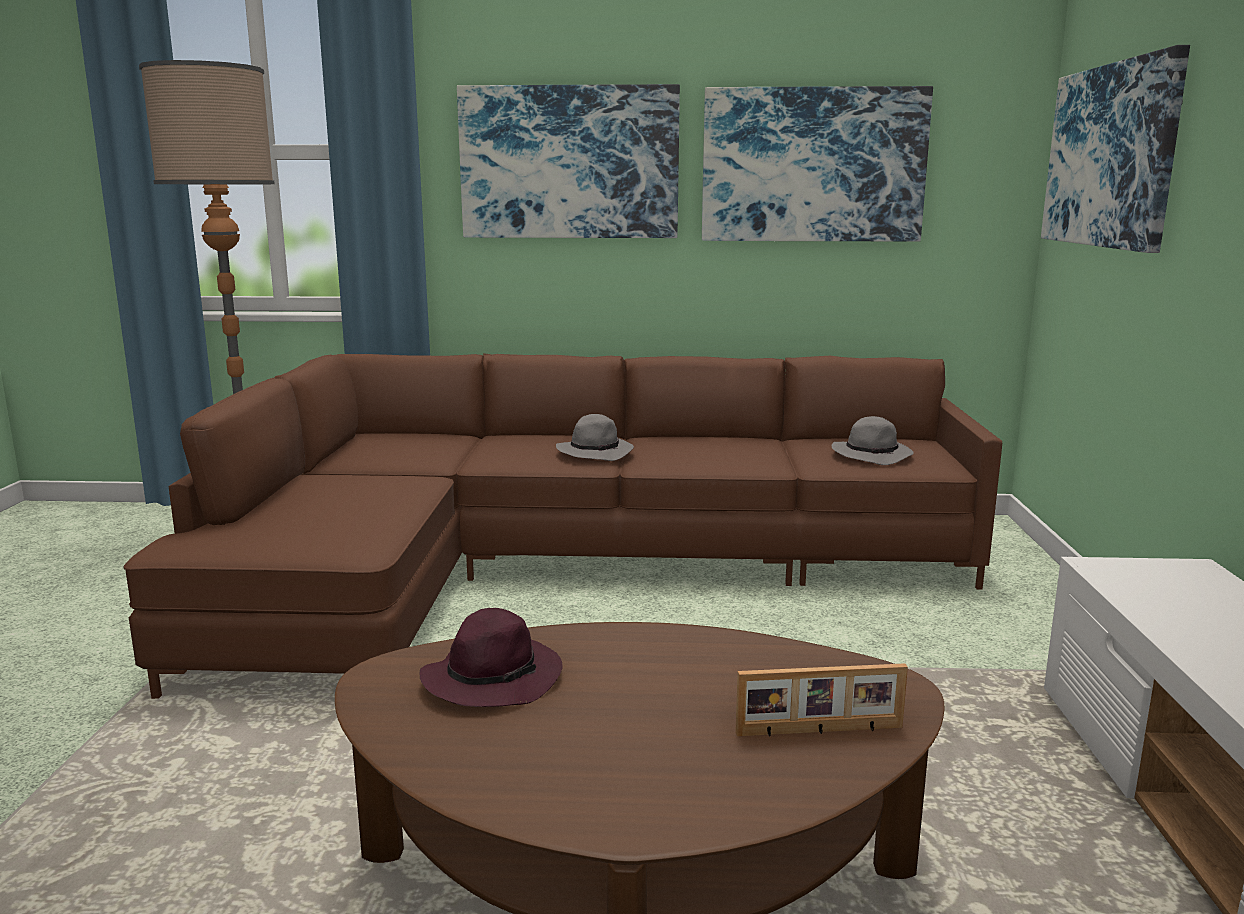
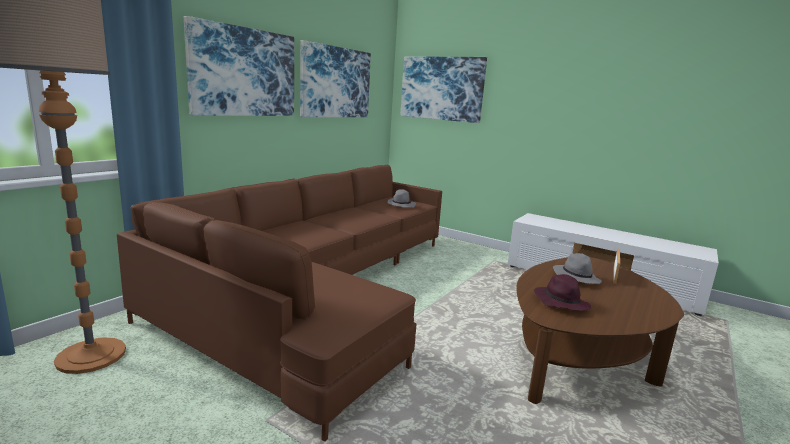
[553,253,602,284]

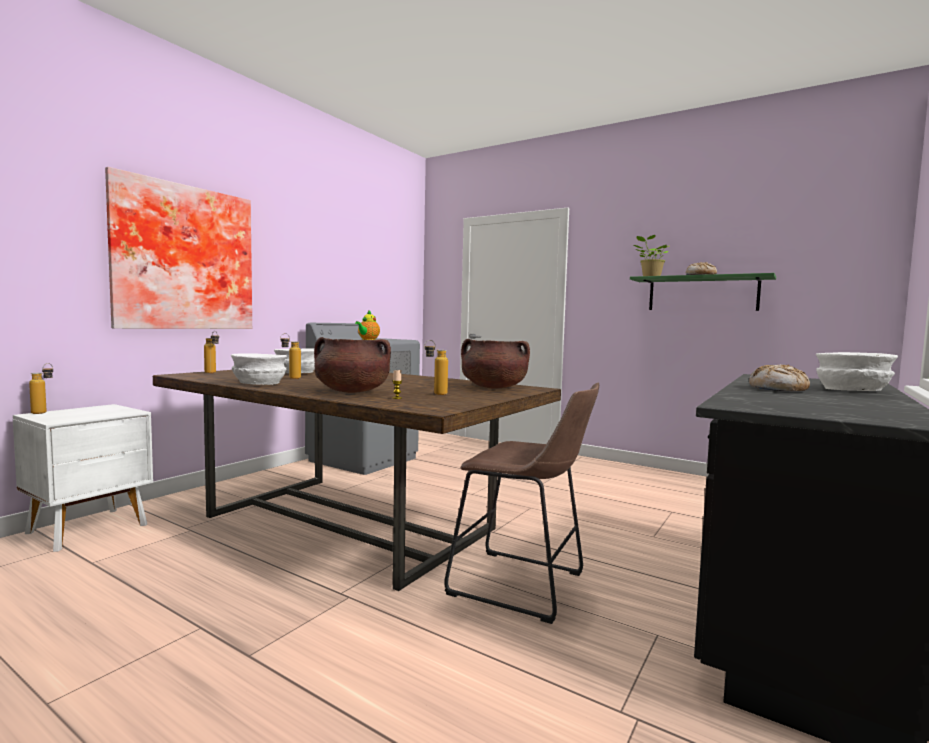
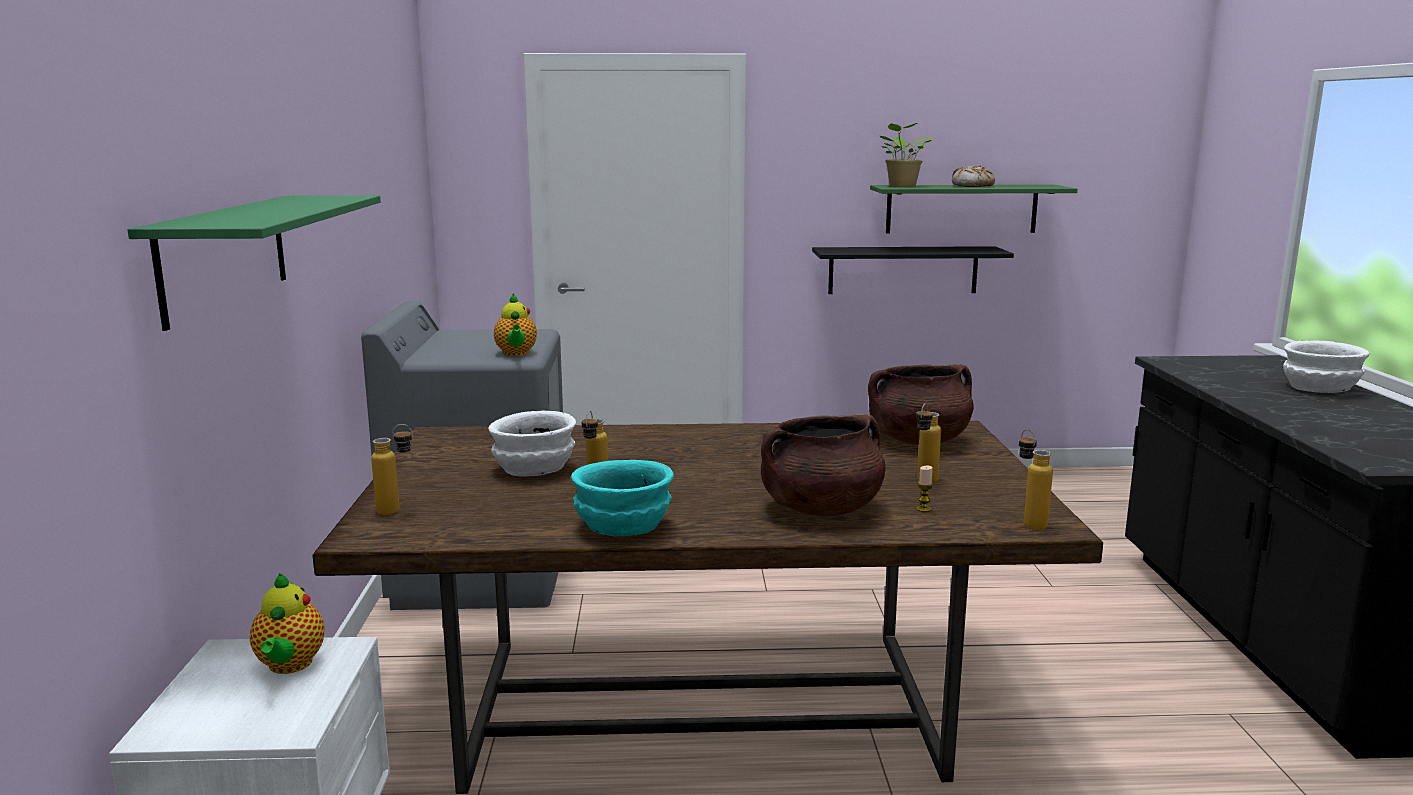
[128,195,381,331]
[571,460,674,537]
[1019,429,1053,530]
[749,364,810,391] (first image)
[444,383,599,624] (first image)
[812,246,1014,294]
[250,573,324,674]

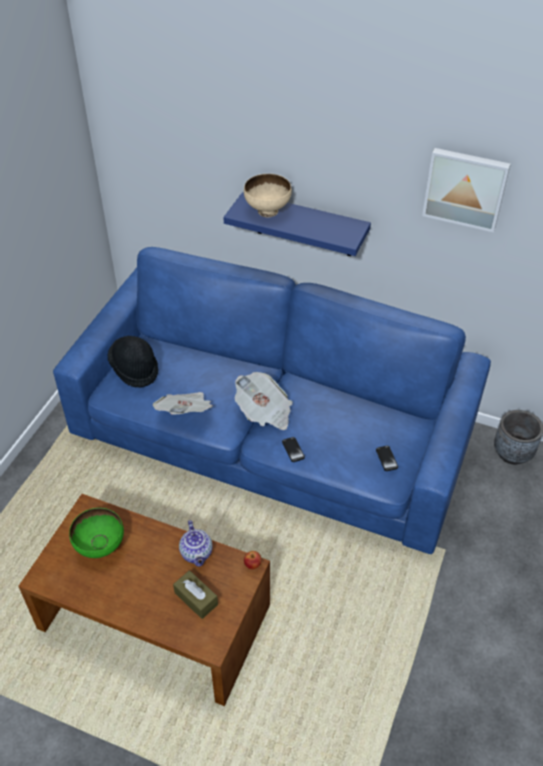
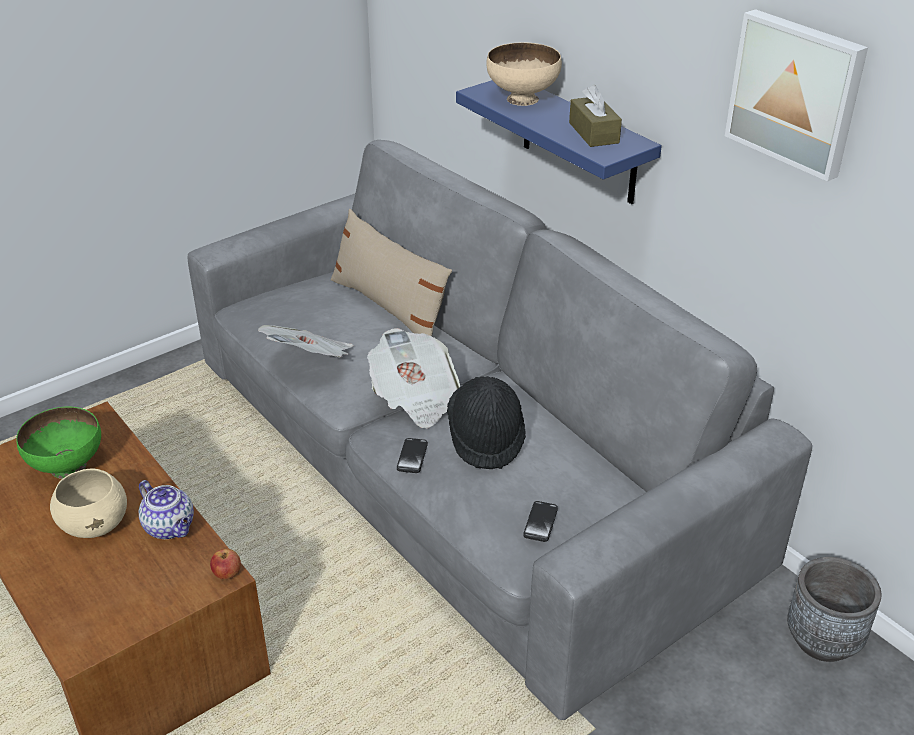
[187,140,812,720]
[447,376,526,469]
[139,480,194,539]
[569,85,622,147]
[330,209,452,336]
[50,468,127,538]

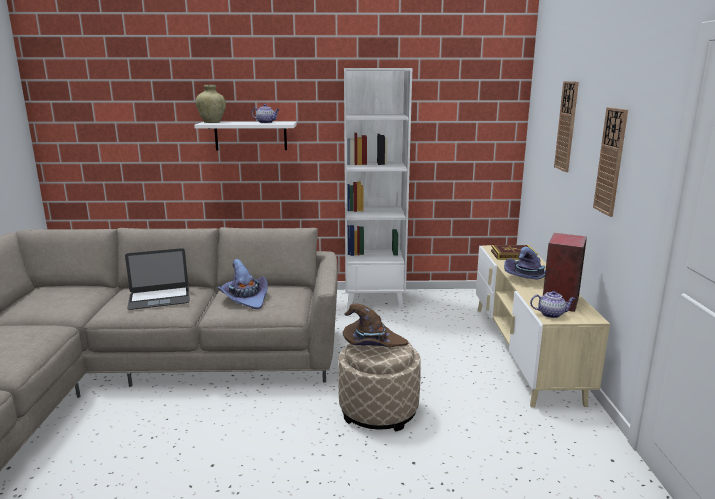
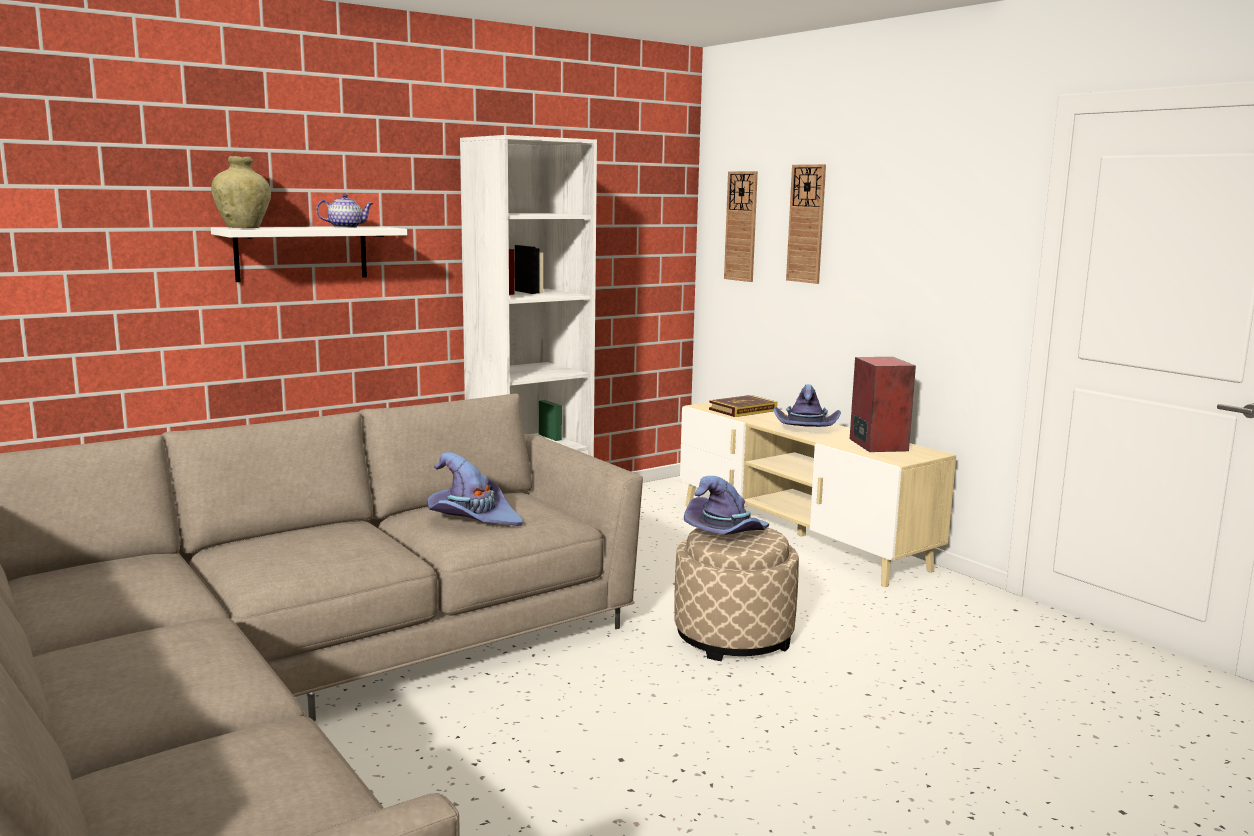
[724,171,758,282]
[125,248,190,310] (first image)
[530,291,576,318] (first image)
[684,476,769,535]

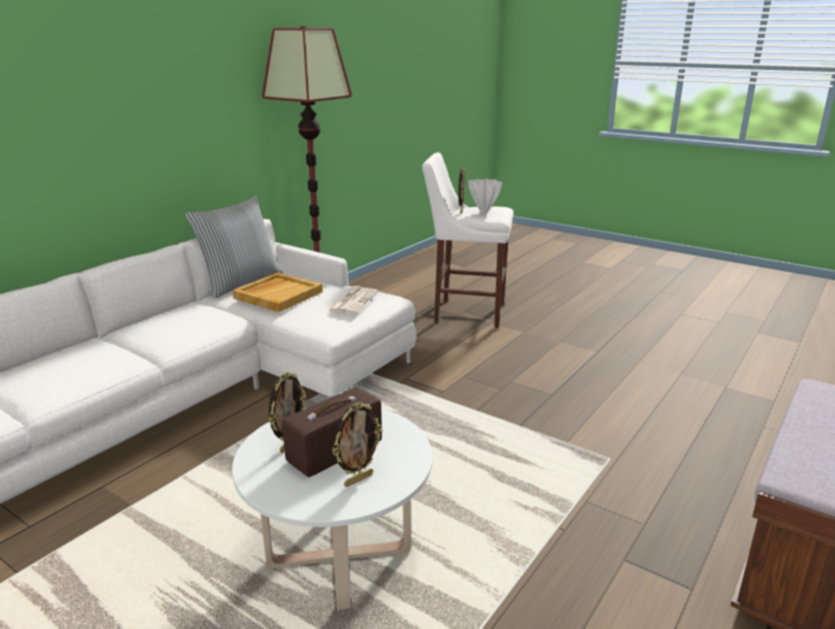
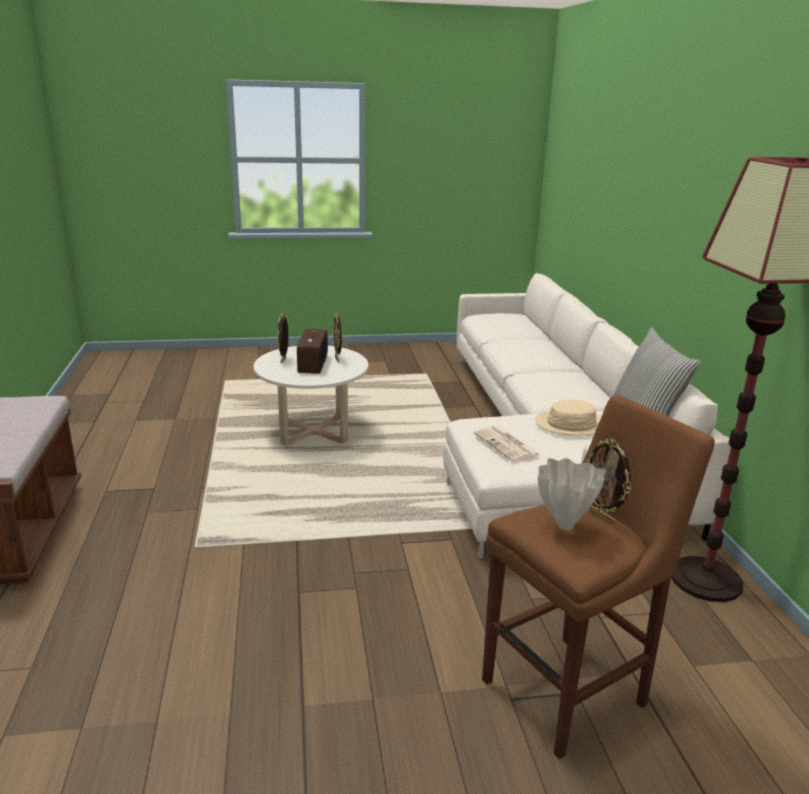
[482,395,715,759]
[536,400,602,436]

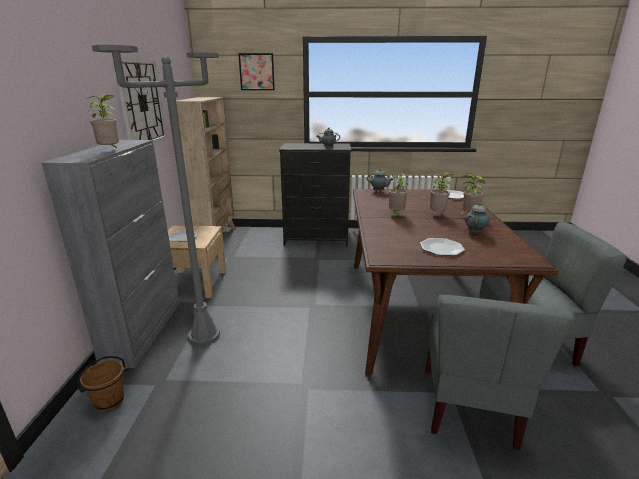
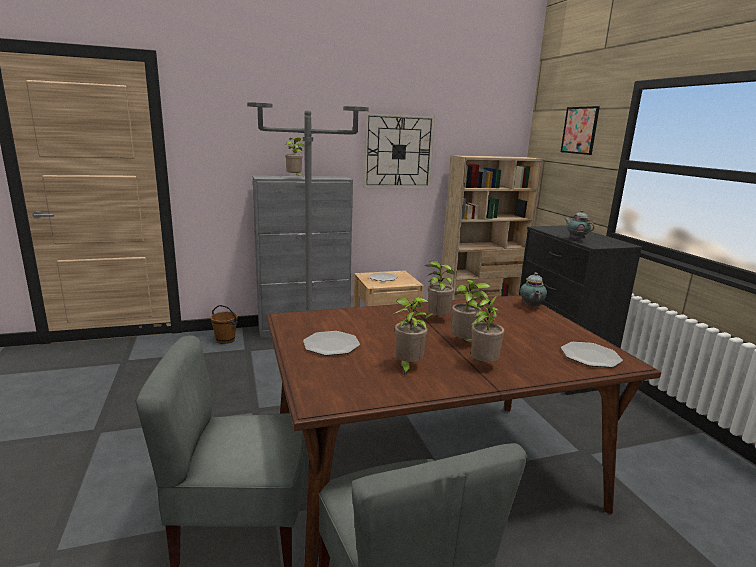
[394,297,429,375]

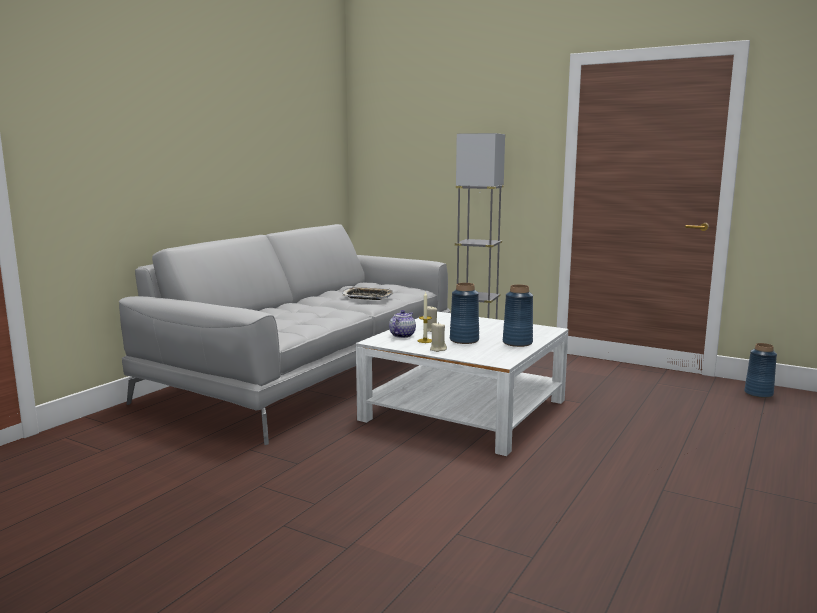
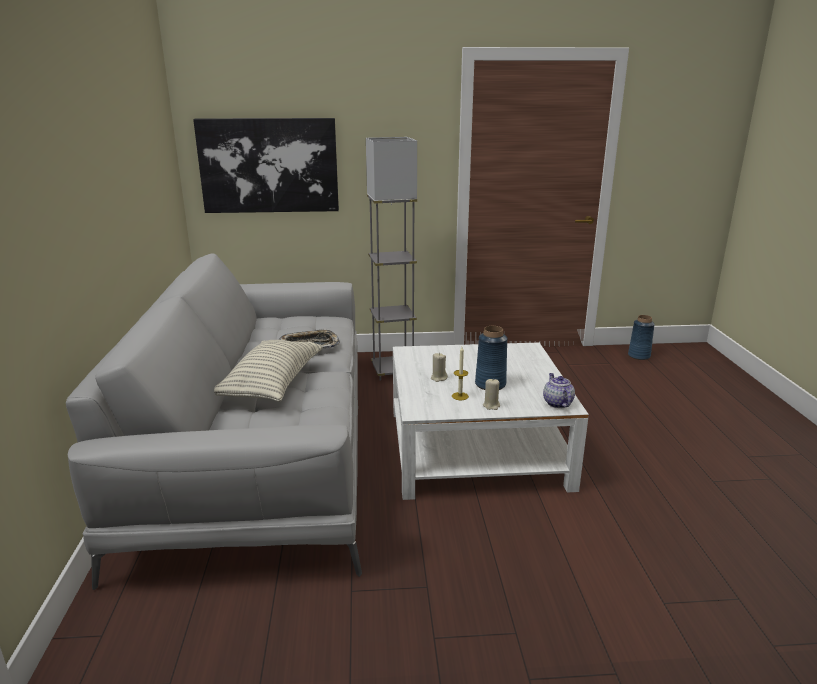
[503,285,533,347] (first image)
[543,373,575,408]
[193,118,339,213]
[214,340,323,402]

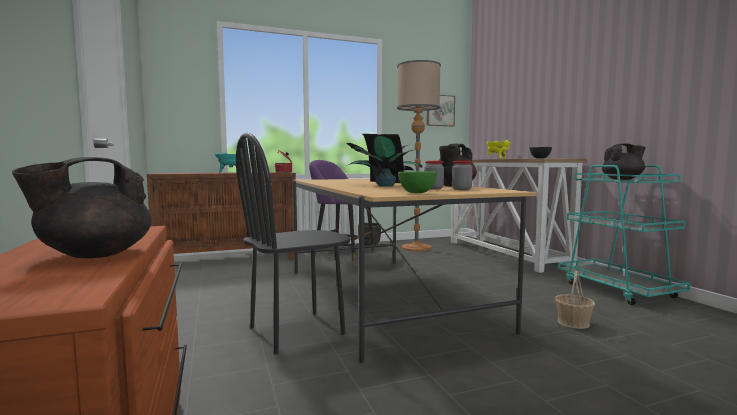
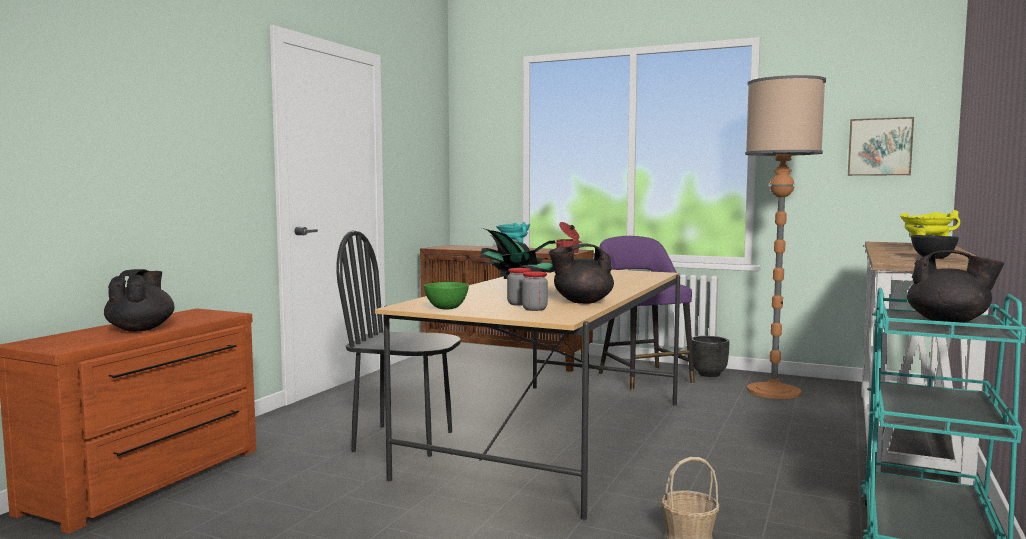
[104,269,175,332]

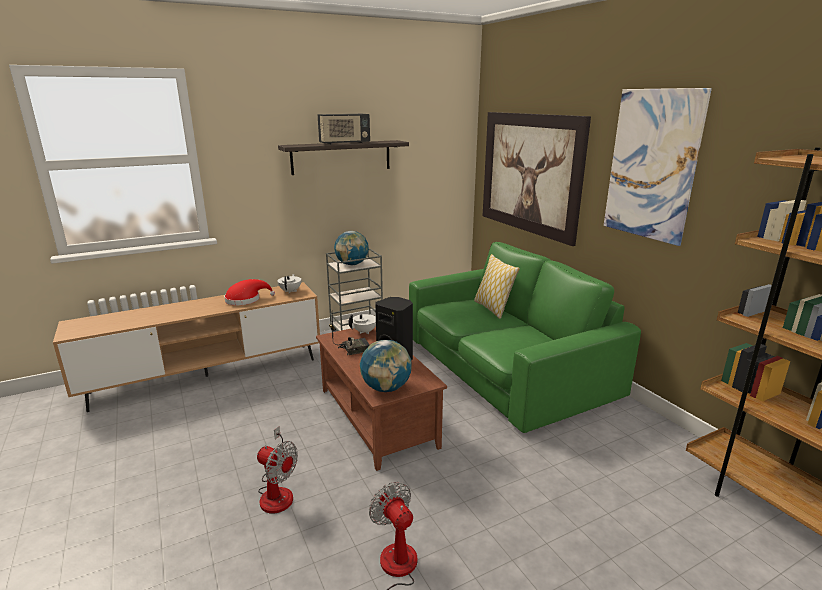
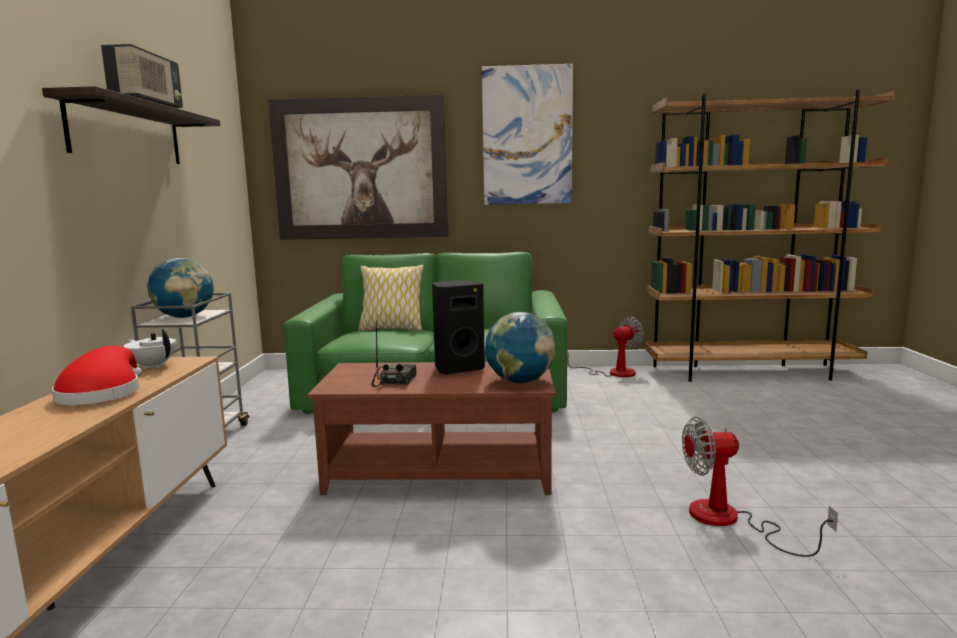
[348,314,376,334] (first image)
[567,316,644,377]

